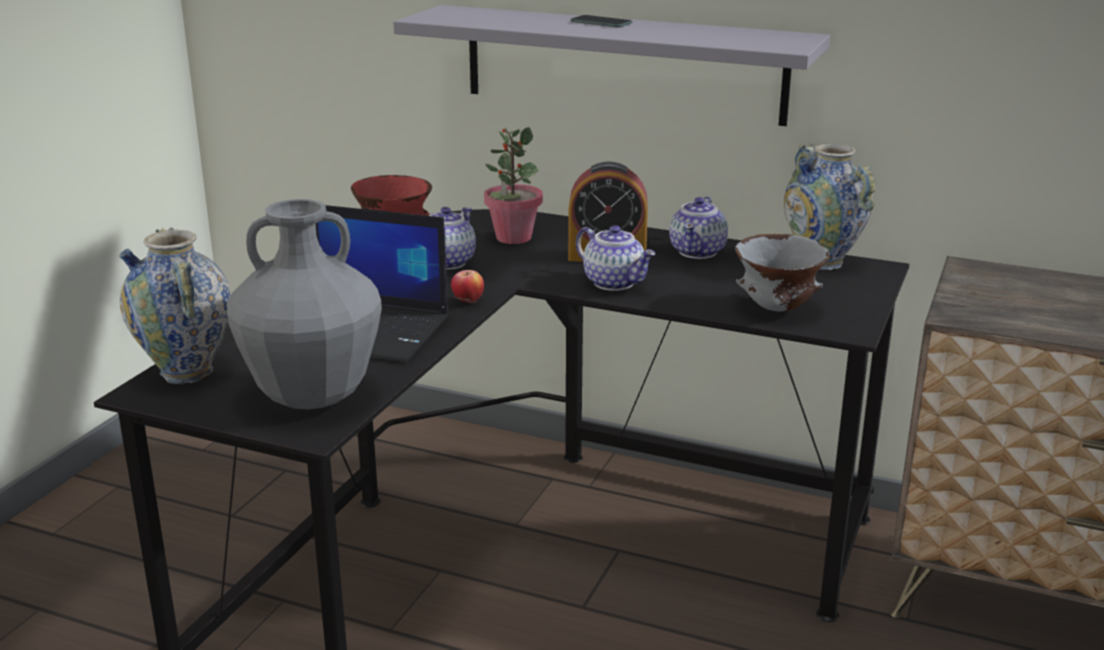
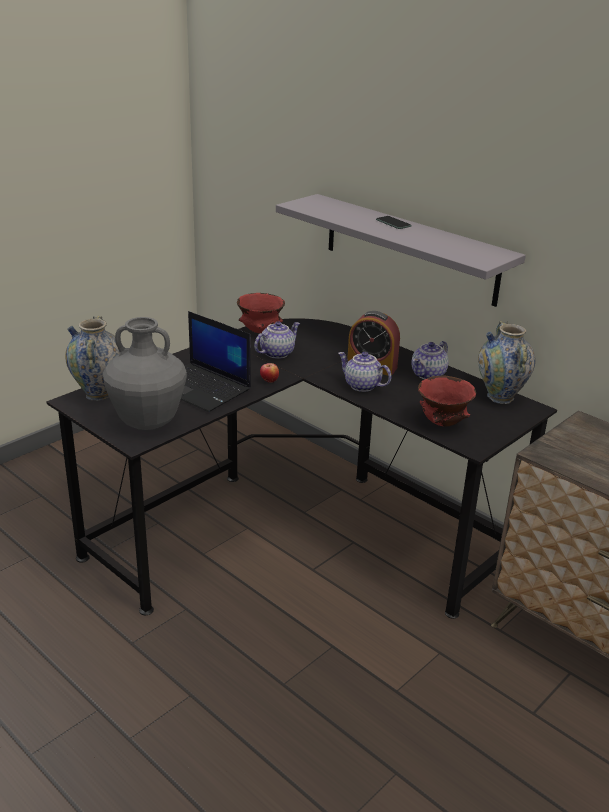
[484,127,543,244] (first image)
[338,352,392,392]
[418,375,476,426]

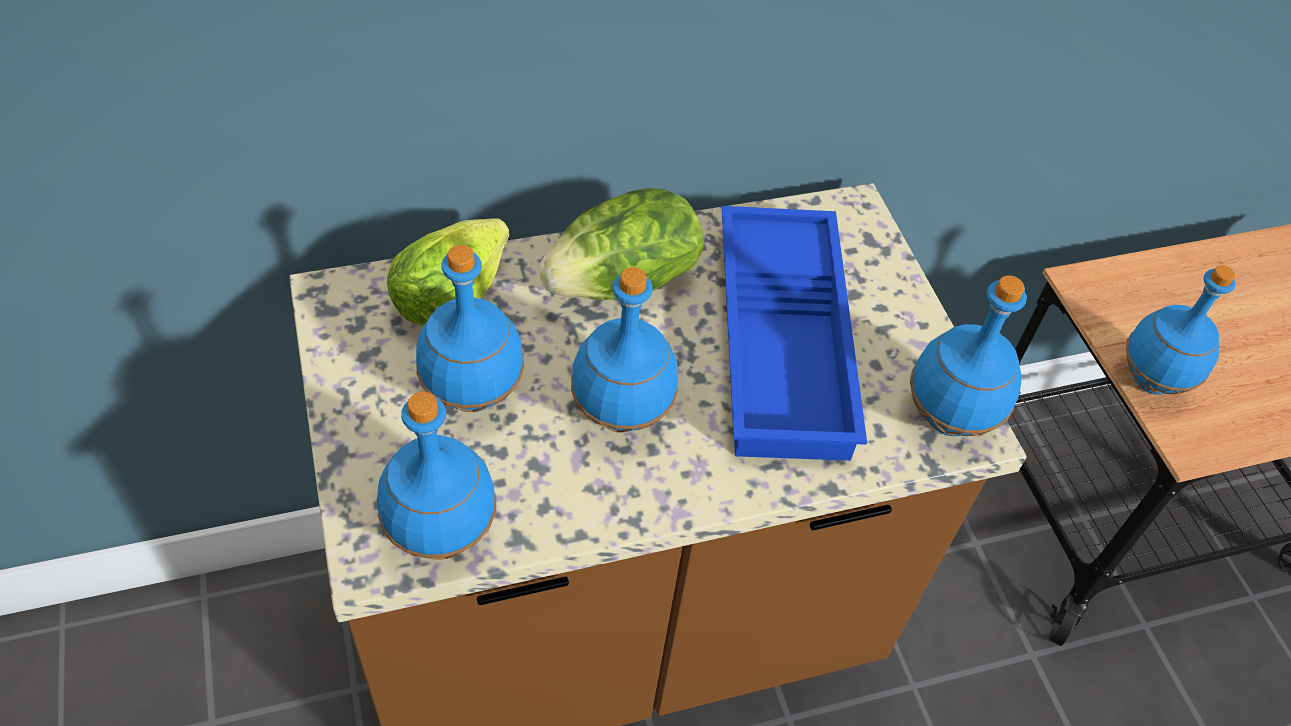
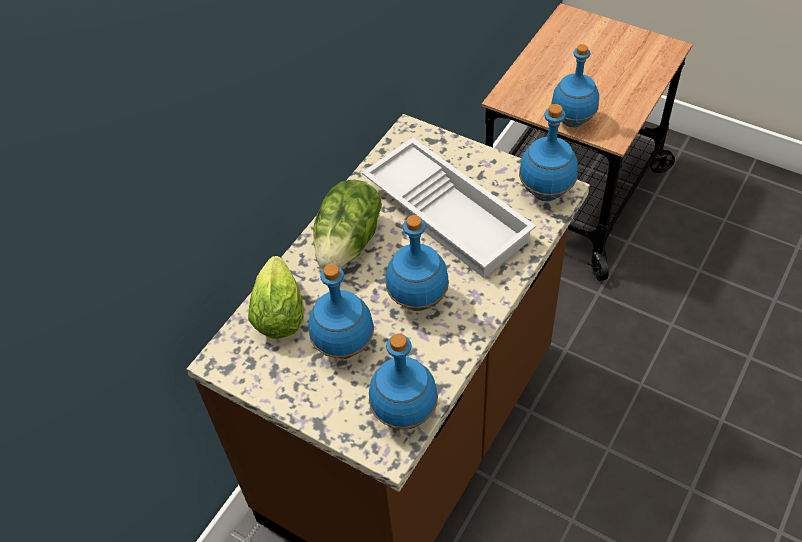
[362,137,536,278]

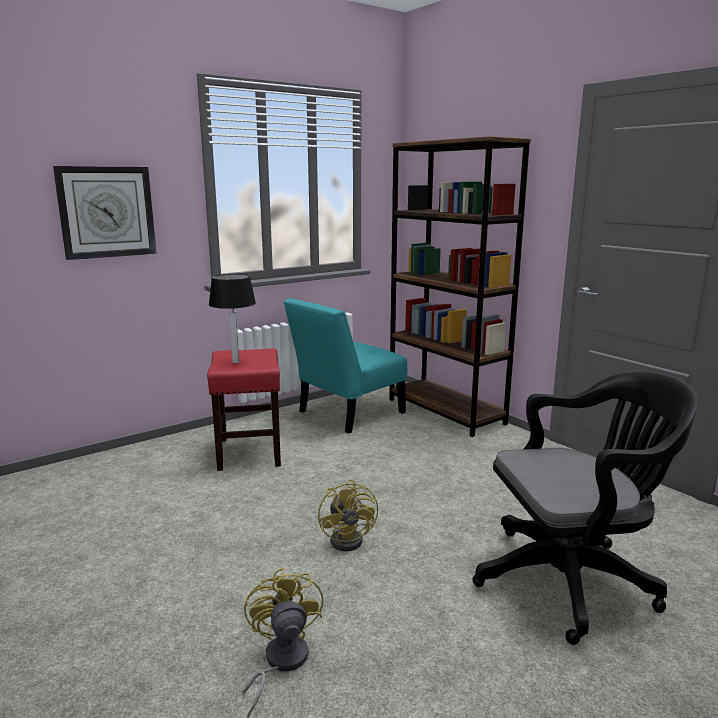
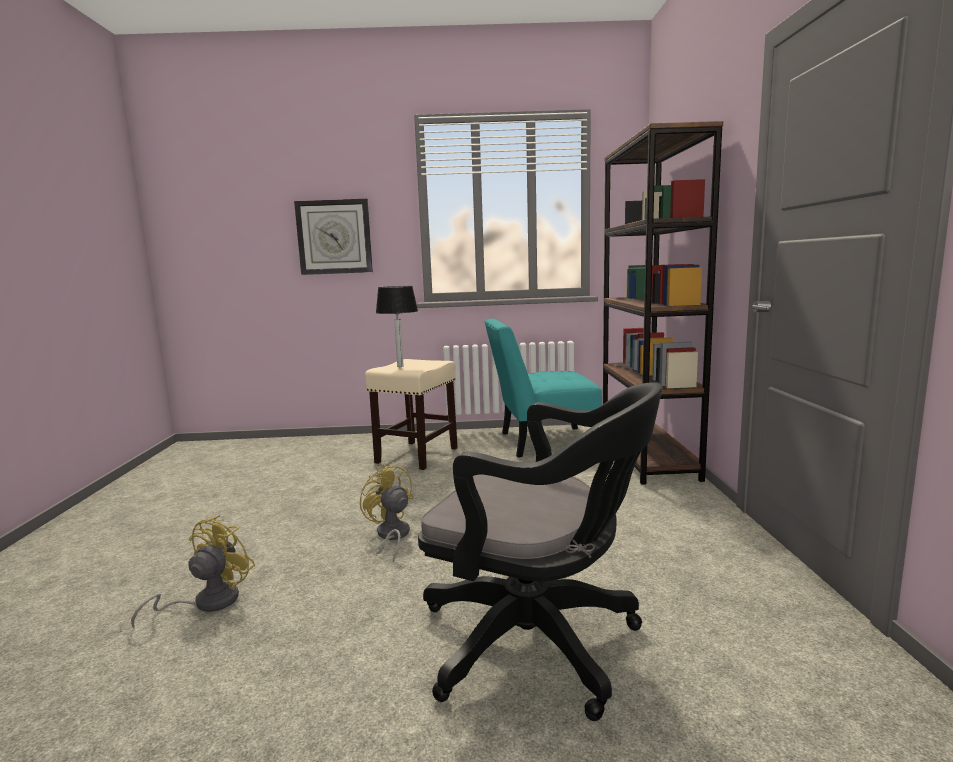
[365,359,458,470]
[360,464,414,562]

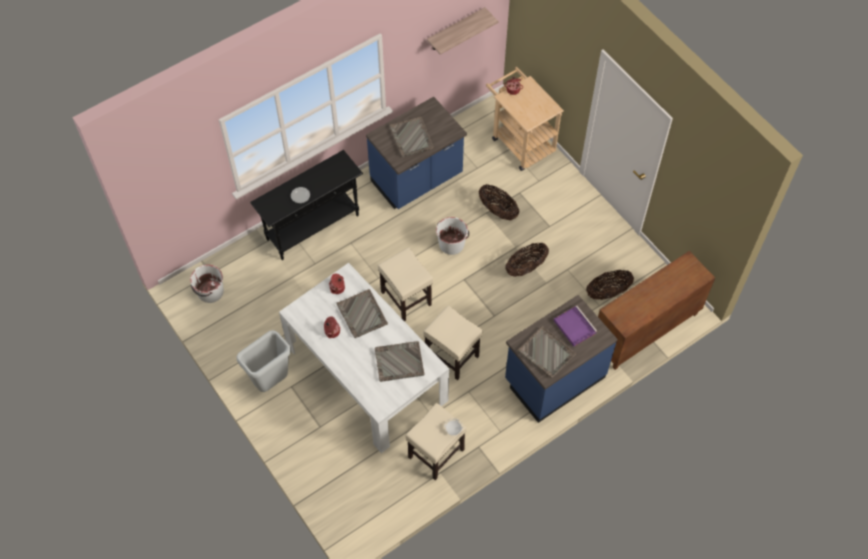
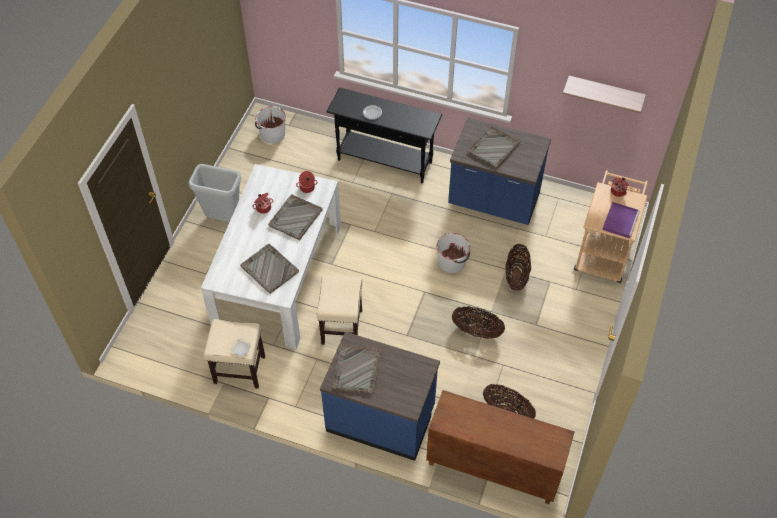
[378,247,433,321] (first image)
[602,202,640,239]

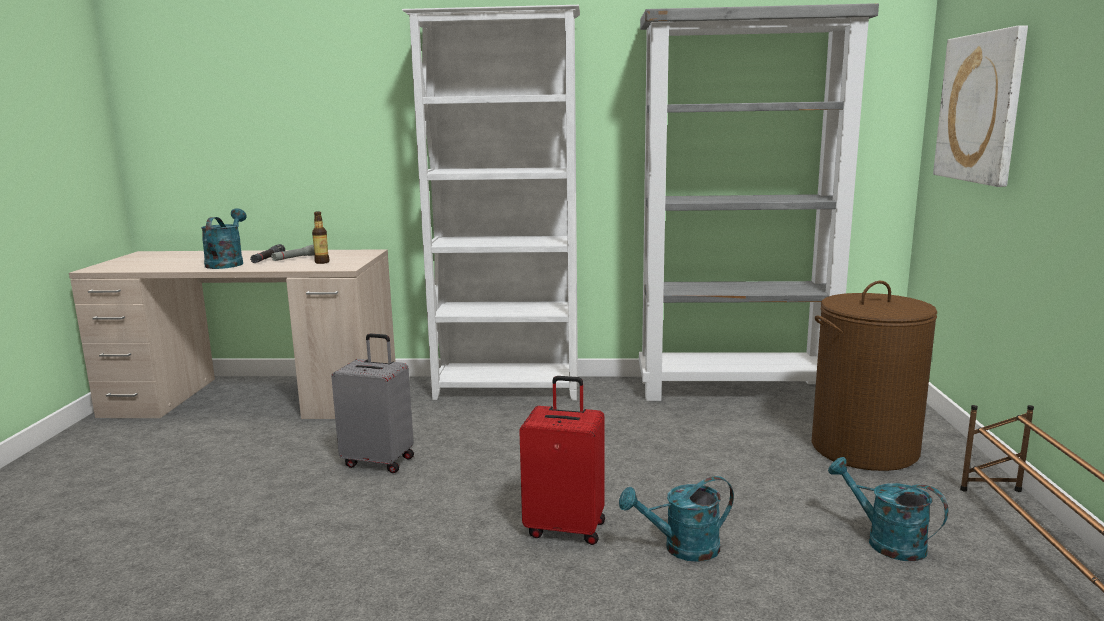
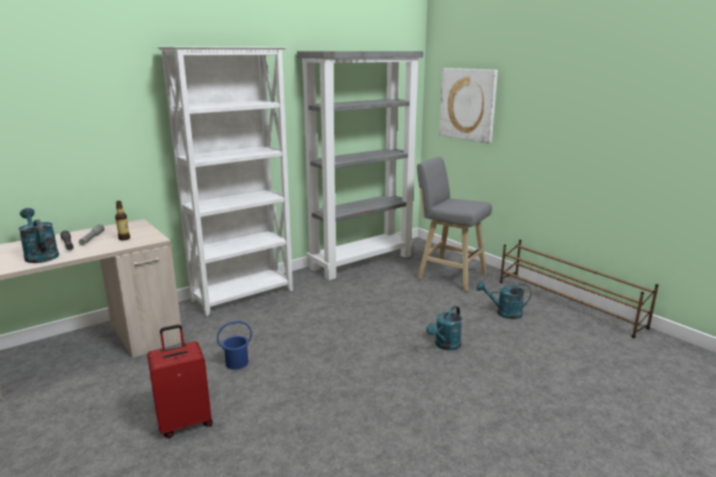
[417,157,492,292]
[217,321,252,370]
[147,325,213,438]

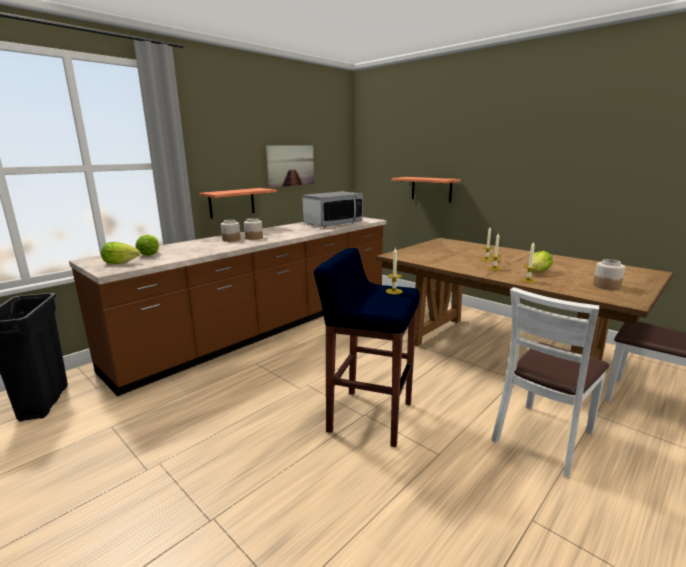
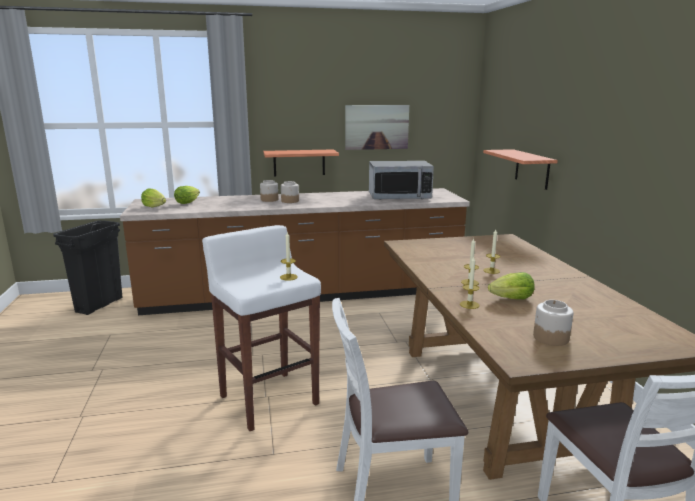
[202,225,321,431]

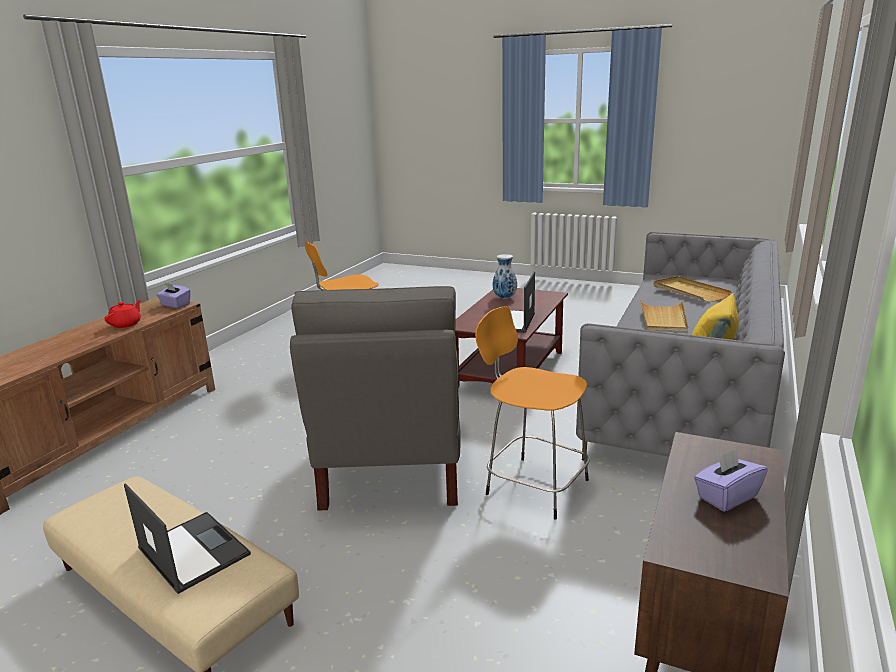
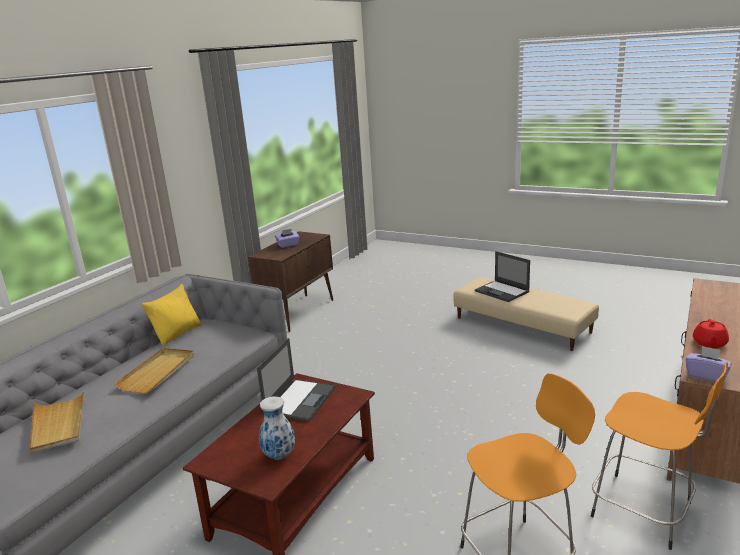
[290,286,461,511] (first image)
[591,362,728,550]

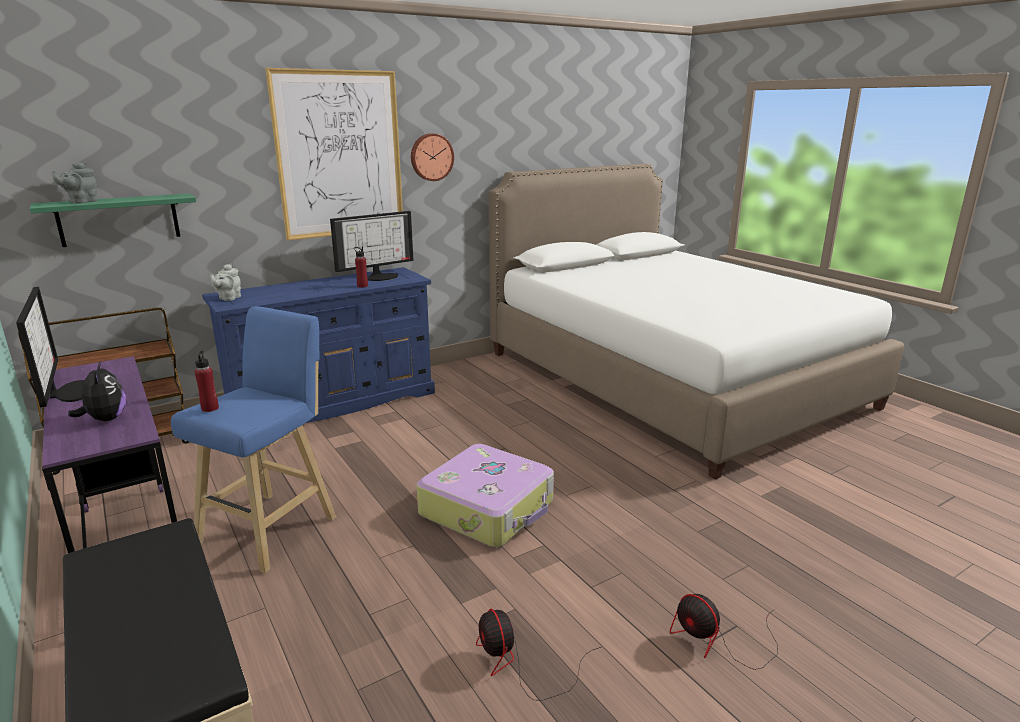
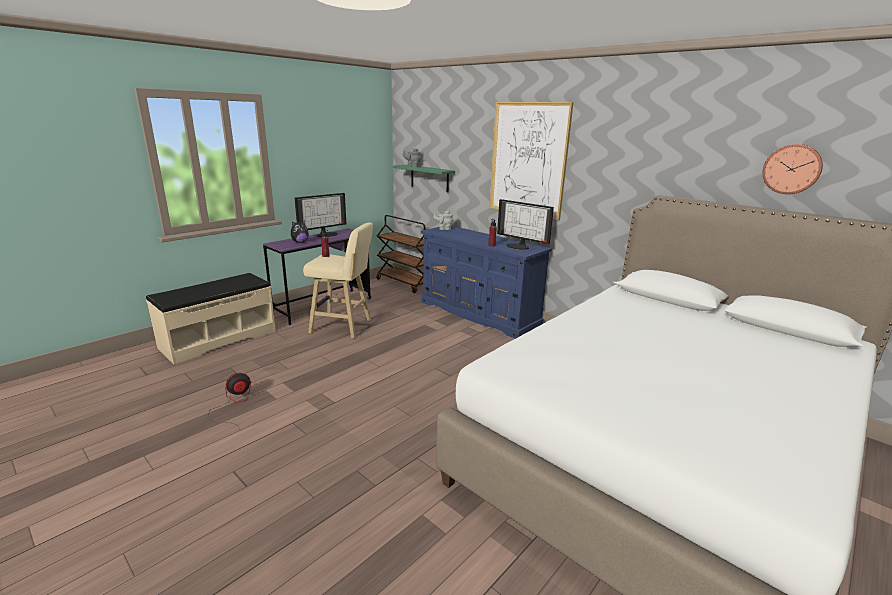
[762,144,823,194]
[303,222,373,339]
[416,444,554,547] (first image)
[670,594,778,670] (first image)

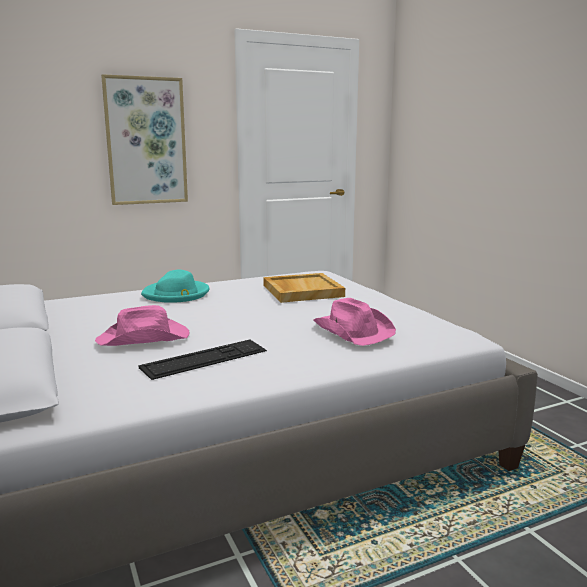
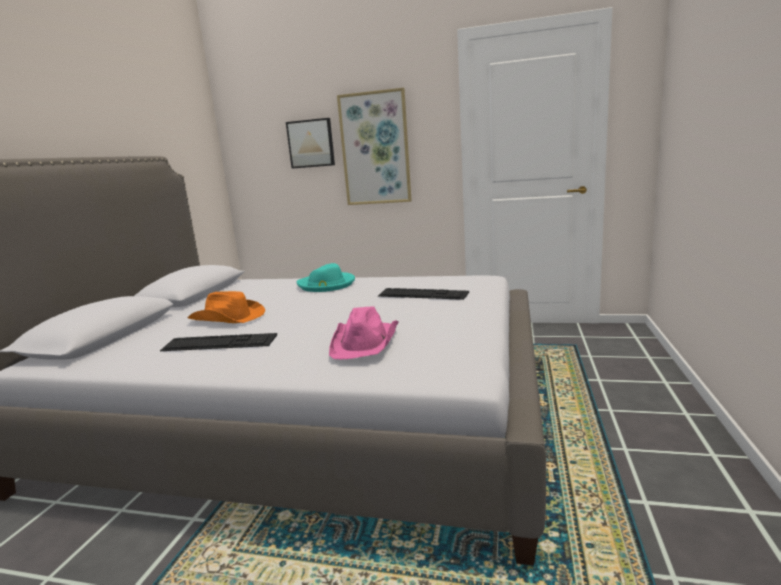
[378,288,469,300]
[188,291,265,323]
[286,118,335,169]

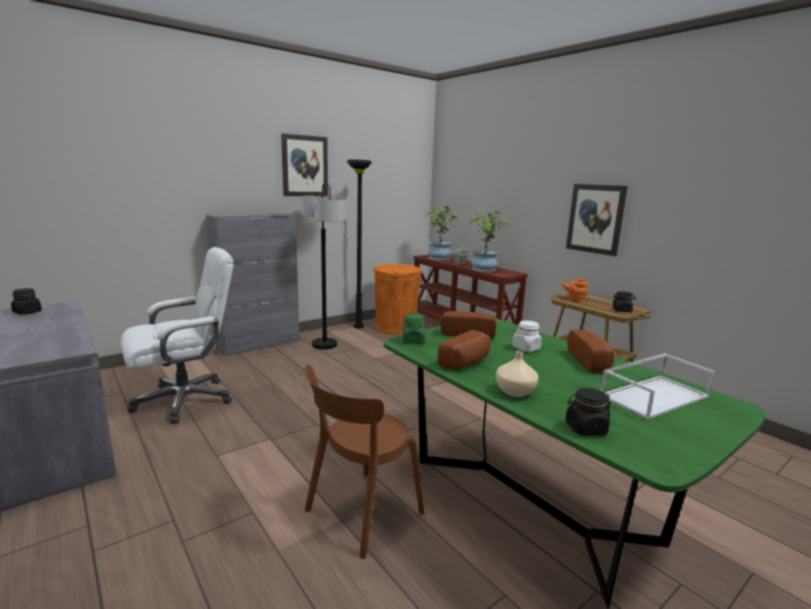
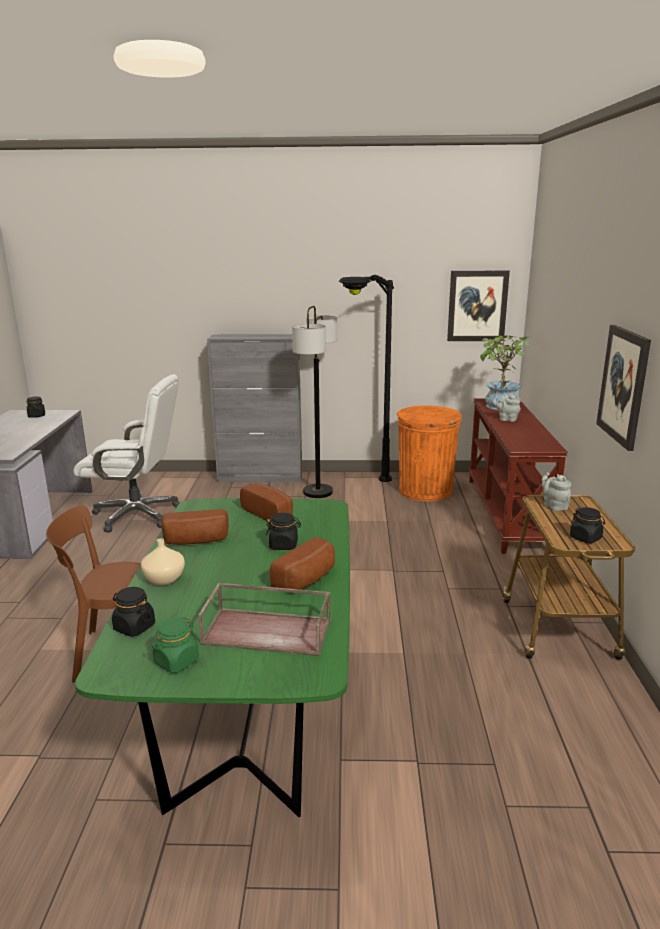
[447,270,510,341]
[470,212,512,271] (first image)
[542,472,571,511]
[152,617,199,673]
[266,513,301,550]
[198,583,331,656]

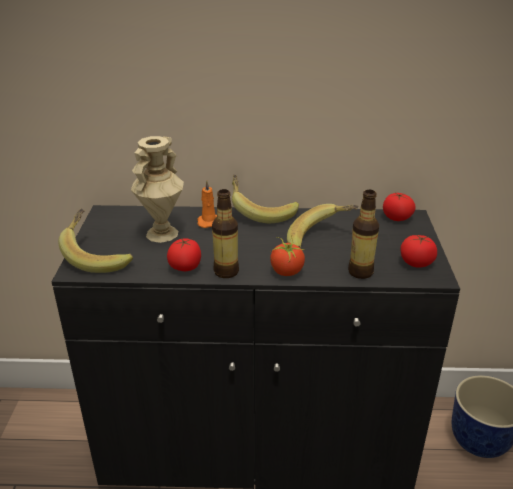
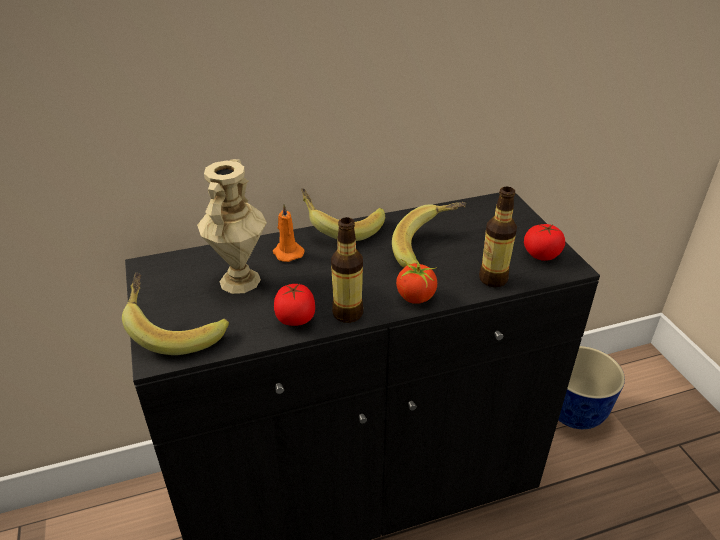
[383,192,416,221] (first image)

